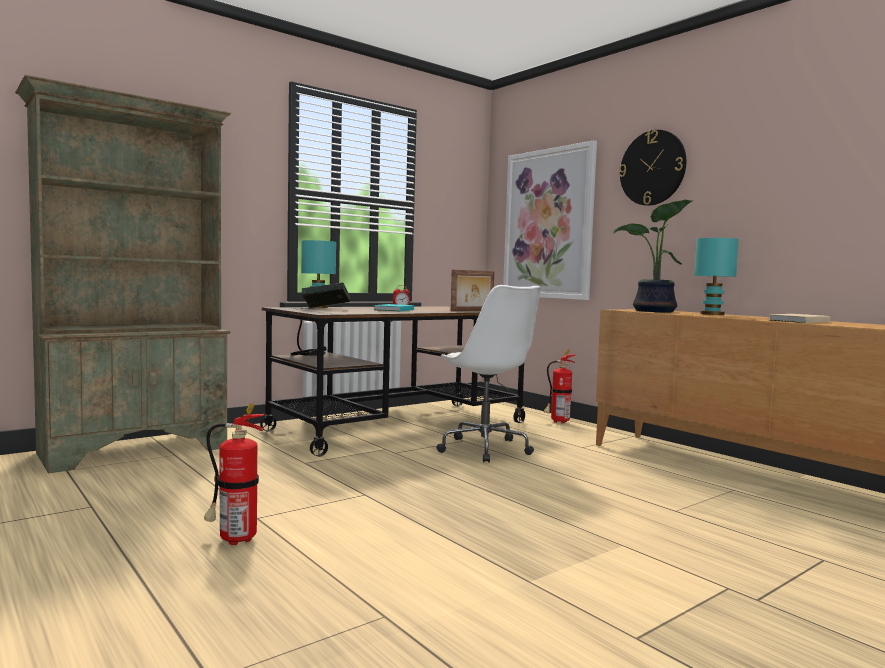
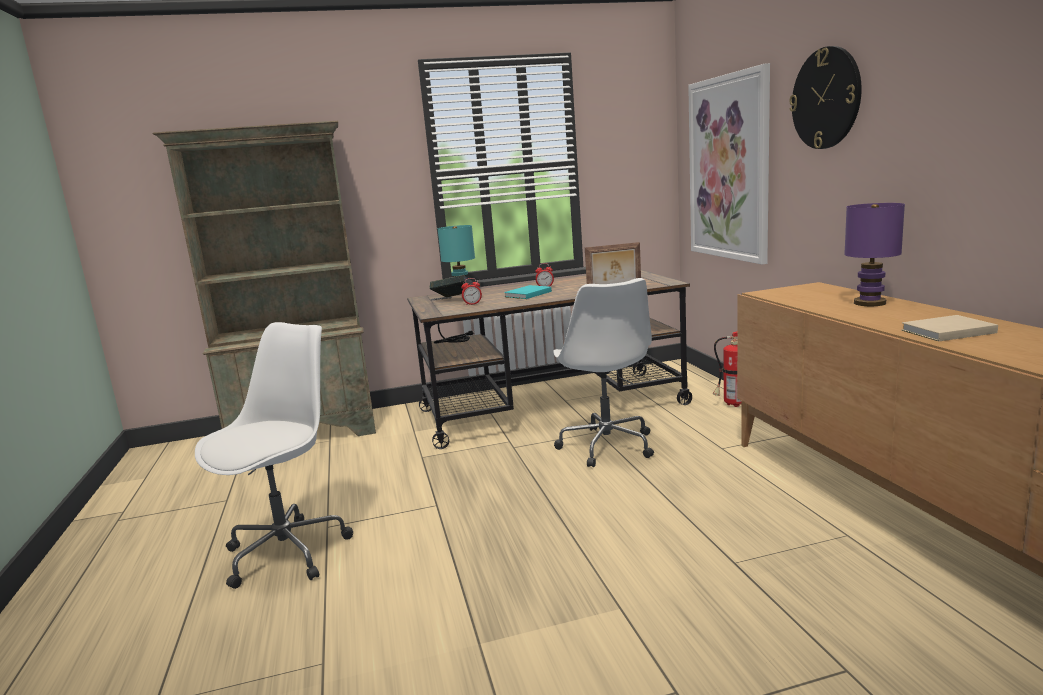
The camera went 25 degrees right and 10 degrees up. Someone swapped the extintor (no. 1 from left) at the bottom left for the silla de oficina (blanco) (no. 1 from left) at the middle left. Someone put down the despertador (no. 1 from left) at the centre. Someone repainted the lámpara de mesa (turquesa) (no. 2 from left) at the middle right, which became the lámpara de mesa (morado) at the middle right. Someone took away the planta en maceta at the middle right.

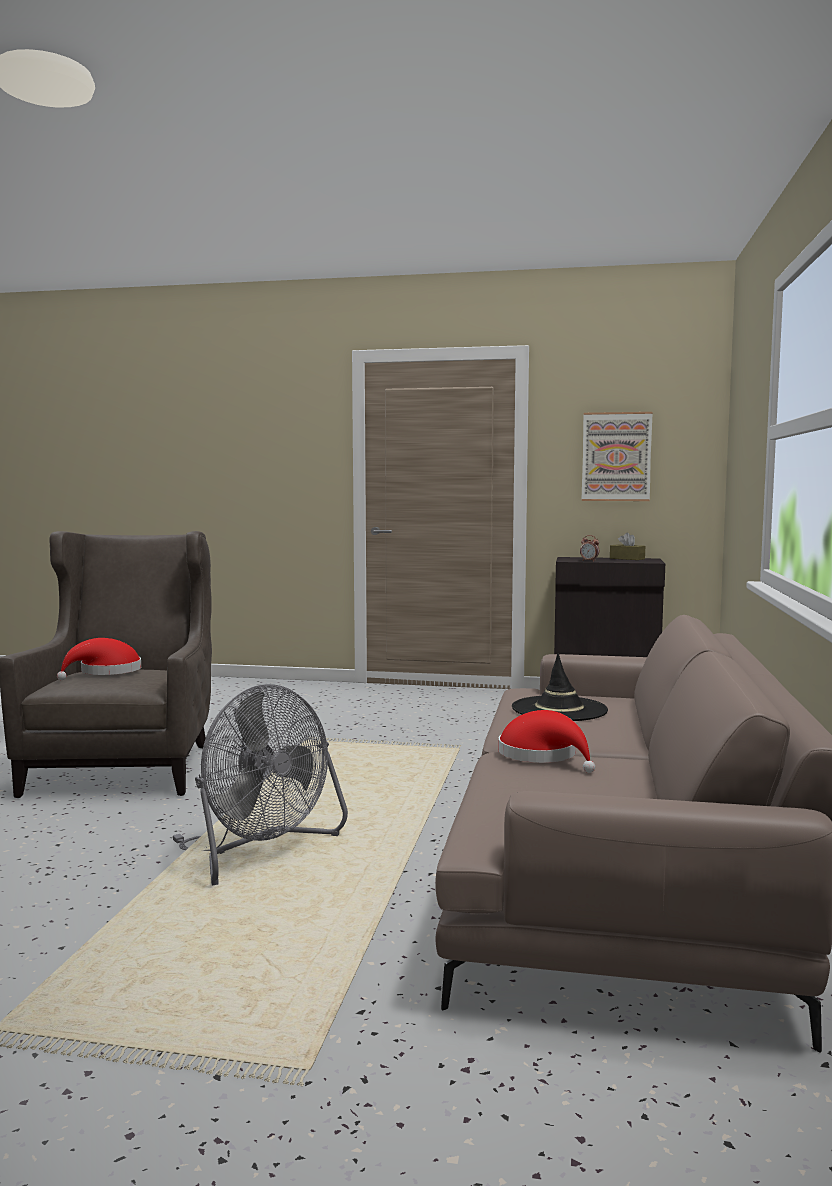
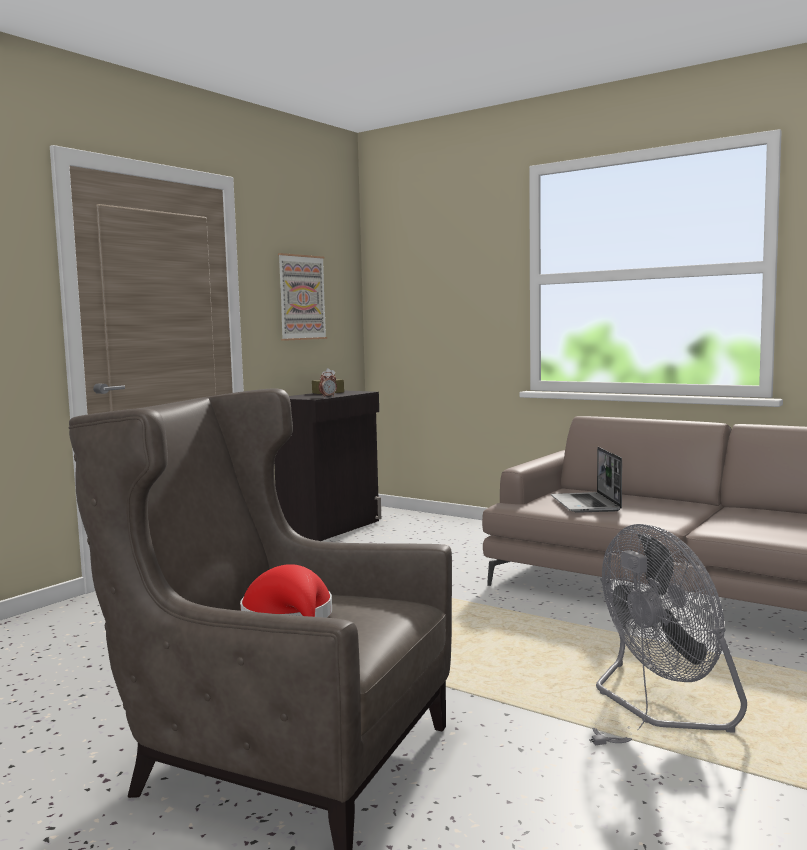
The camera went 65 degrees left and 0 degrees up. Someone swapped the sombrero (negro) at the middle right for the portátil at the middle right. Someone took away the sombrero (rojo) (no. 2 from left) at the centre.

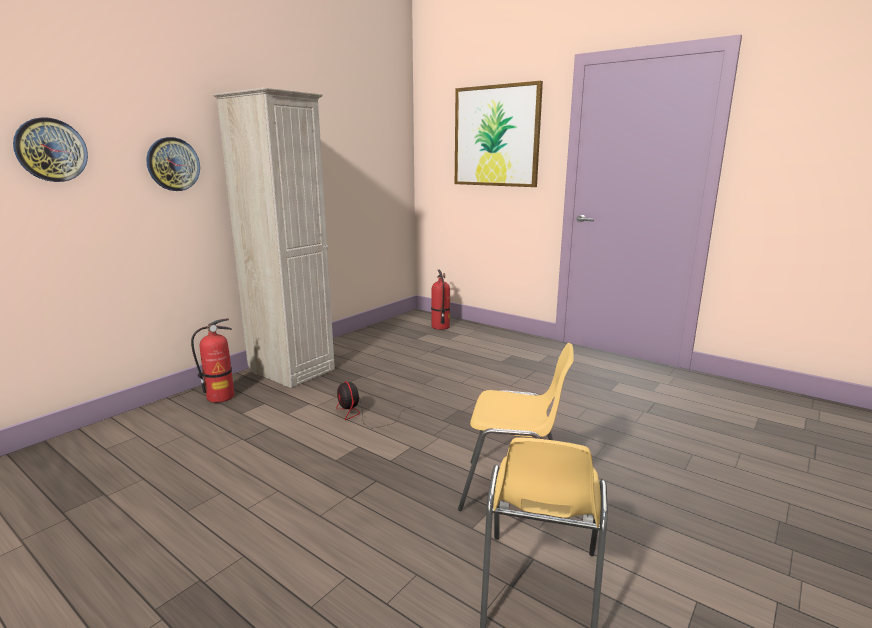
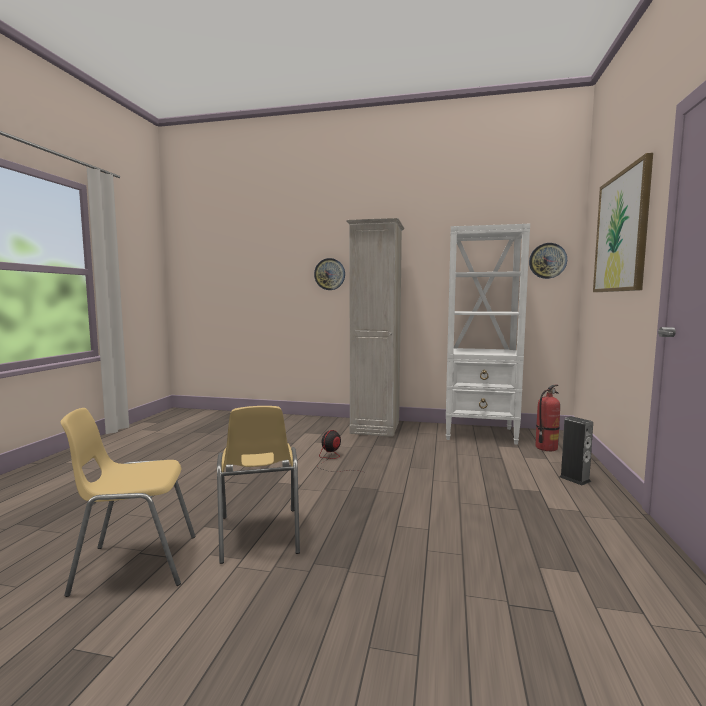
The camera went 65 degrees right and 10 degrees down. Someone put down the estantería (blanco) at the middle right. Someone carried the reloj de pared (no. 1 from left in the first image) from the top left to the middle right. Someone put down the altavoz at the middle right. Someone took away the extintor (no. 1 from left) at the middle left.

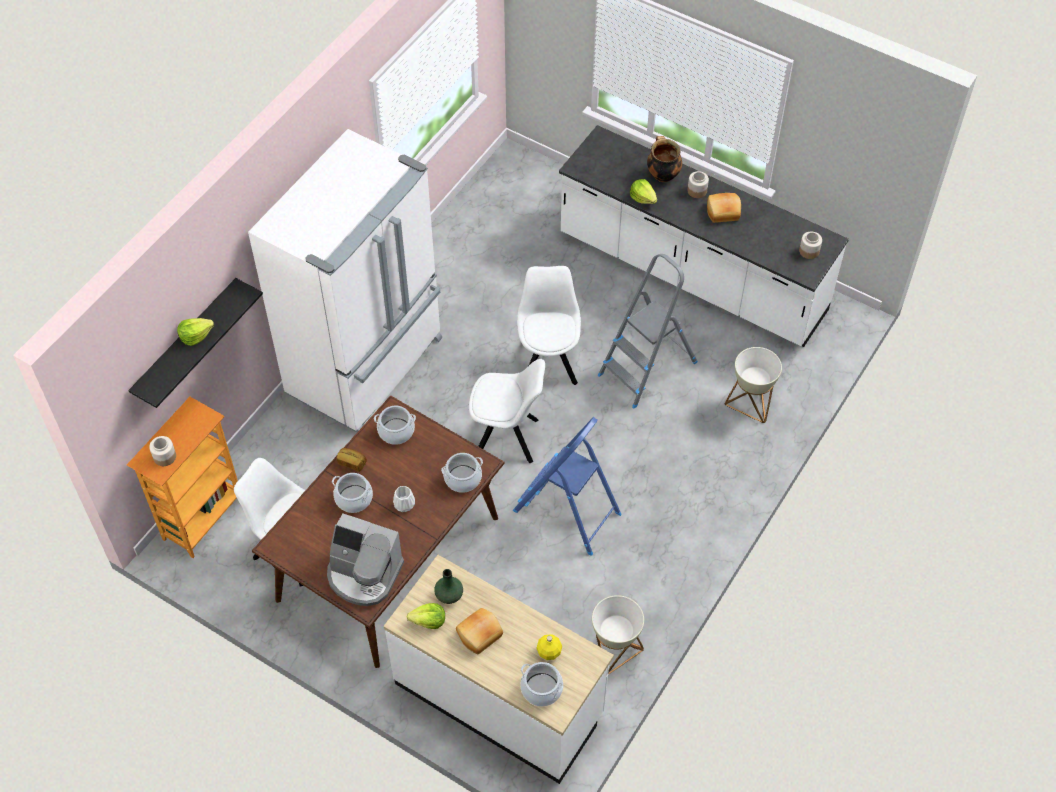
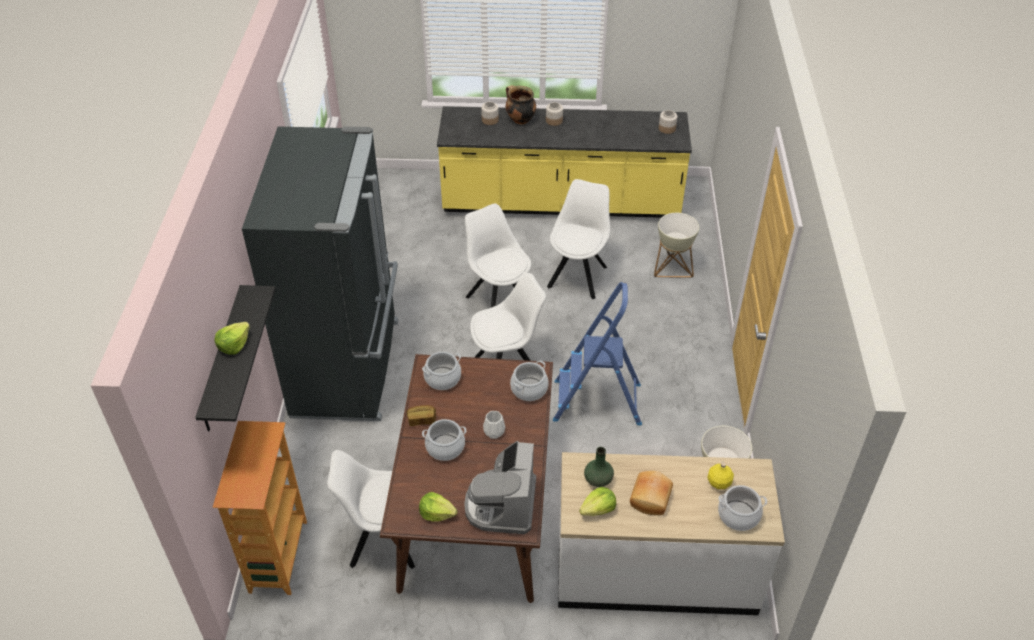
The camera went 30 degrees left and 10 degrees down. Someone repainted the nevera (blanco) at the middle left, which became the nevera (negro) at the middle left. Someone carried the lechuga (no. 3 from left in the first image) from the top centre to the bottom centre. Someone repainted the mueble bajo de cocina (blanco) (no. 2 from left) at the top right, which became the mueble bajo de cocina (amarillo) at the top centre. Someone rotated the cafetera at the bottom centre by 105 degrees clockwise. Someone carried the tarro (no. 1 from left) from the middle left to the top centre. Someone swapped the escalera de tijera (gris) at the centre for the silla (blanco) (no. 4 from left) at the centre. Someone took away the pan (no. 3 from left) at the top right.

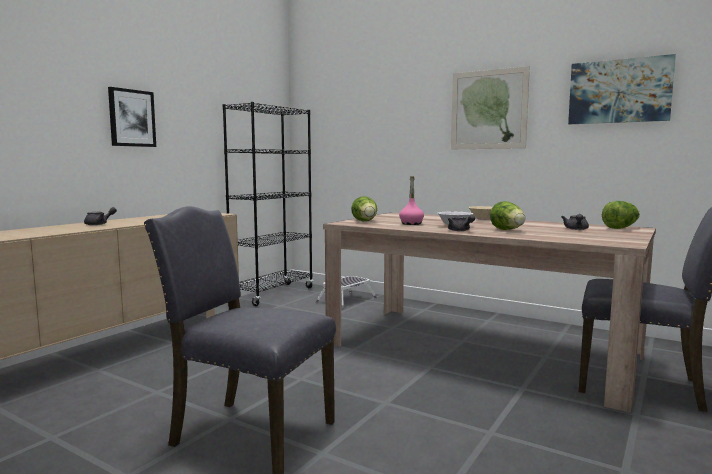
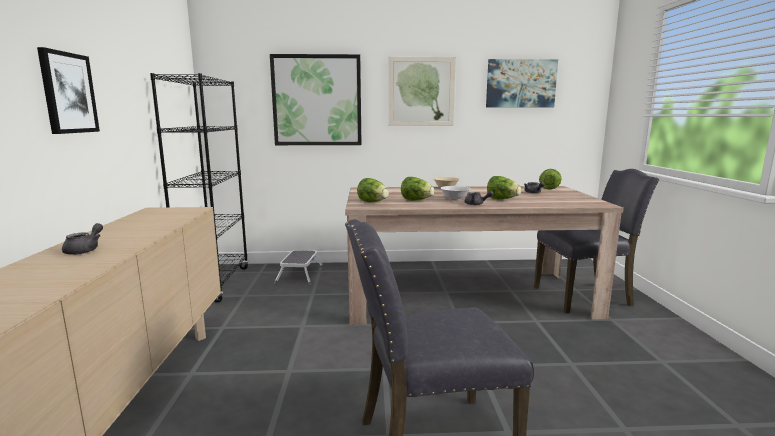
The camera went 35 degrees left and 5 degrees up. Someone put up the cuadro (no. 2 from left) at the top centre. Someone swapped the botella (rosa) at the centre for the lechuga (no. 2 from left) at the centre.

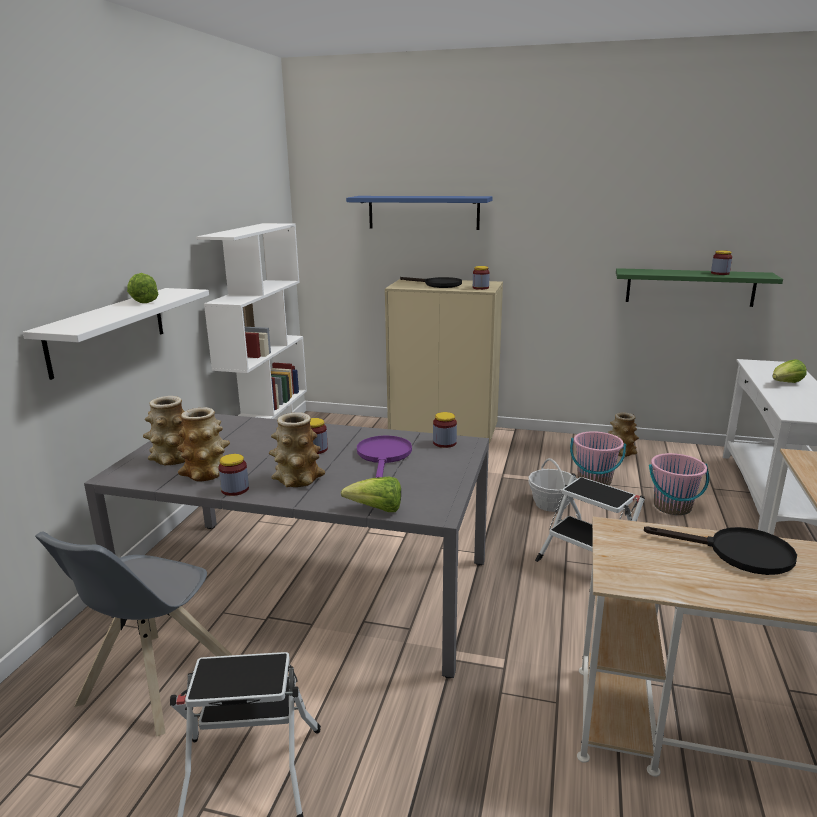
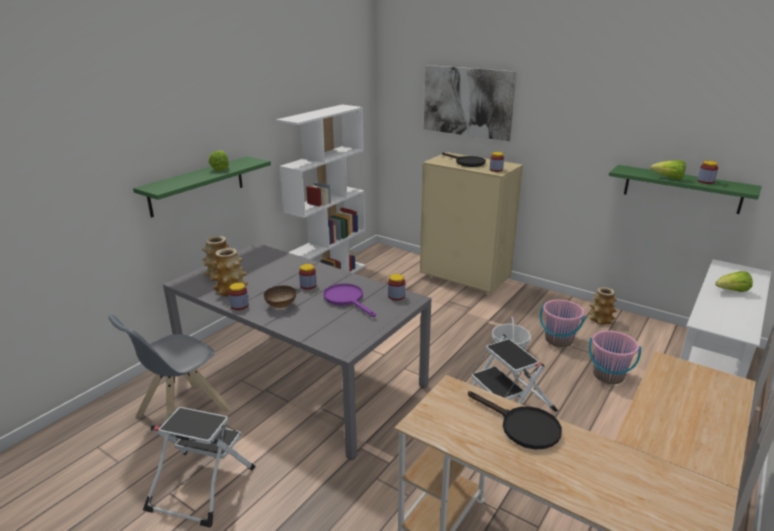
The camera went 20 degrees right and 5 degrees up. Someone repainted the estante (blanco) at the middle left, which became the estante (verde) (no. 1 from left) at the middle left. Someone swapped the florero (no. 3 from left) at the centre for the cuenco at the centre. Someone rotated the sartén (morado) at the centre by 60 degrees counterclockwise. Someone swapped the estante (azul) at the top centre for the cuadro at the top centre. Someone carried the lechuga (no. 2 from left) from the centre to the top right.

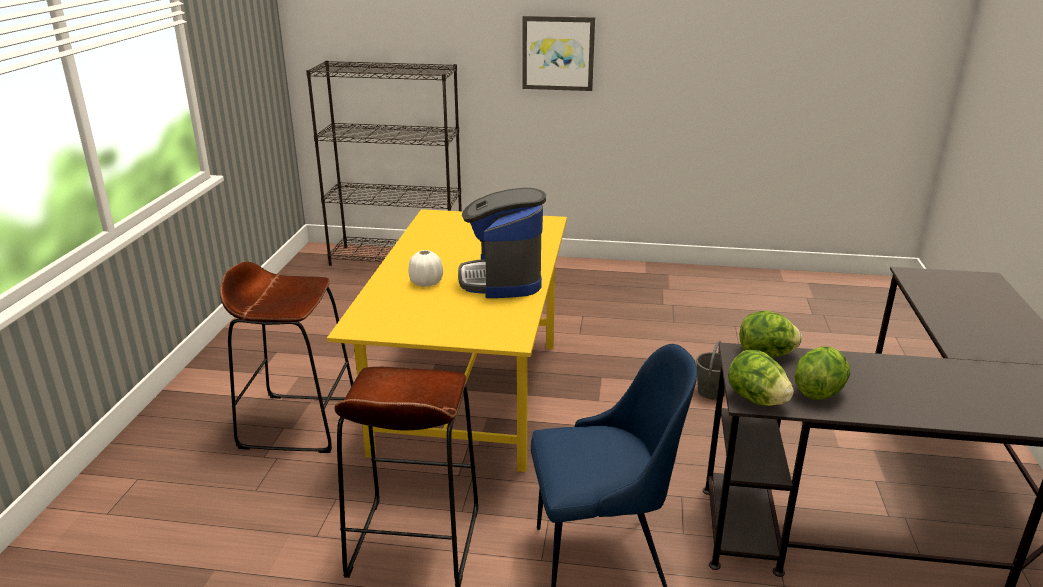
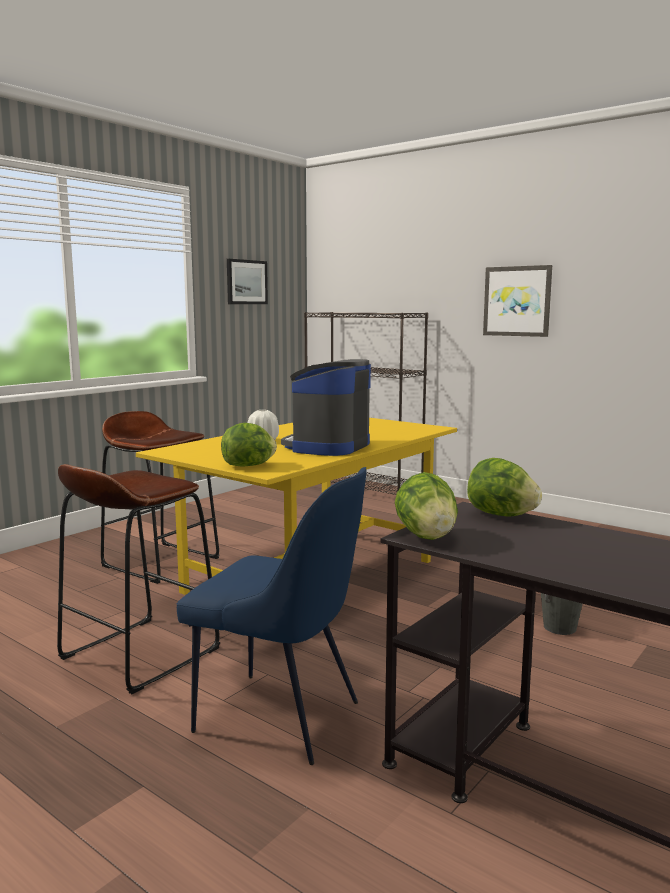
The camera went 30 degrees right and 15 degrees down. Someone carried the lechuga (no. 3 from left in the first image) from the middle right to the centre. Someone put up the cuadro (no. 1 from left) at the top centre.

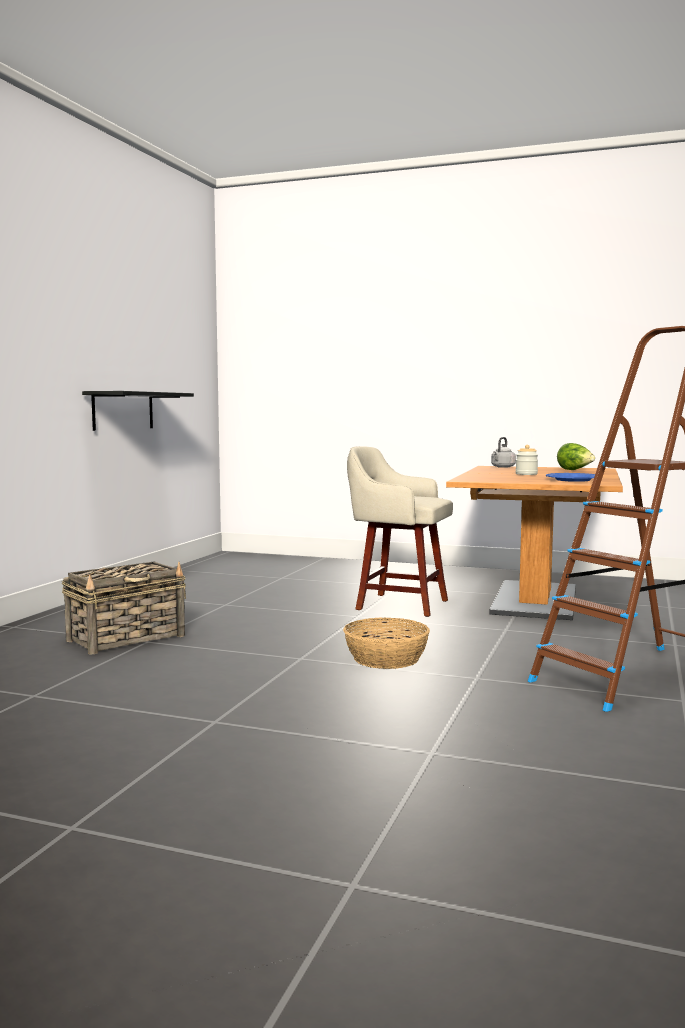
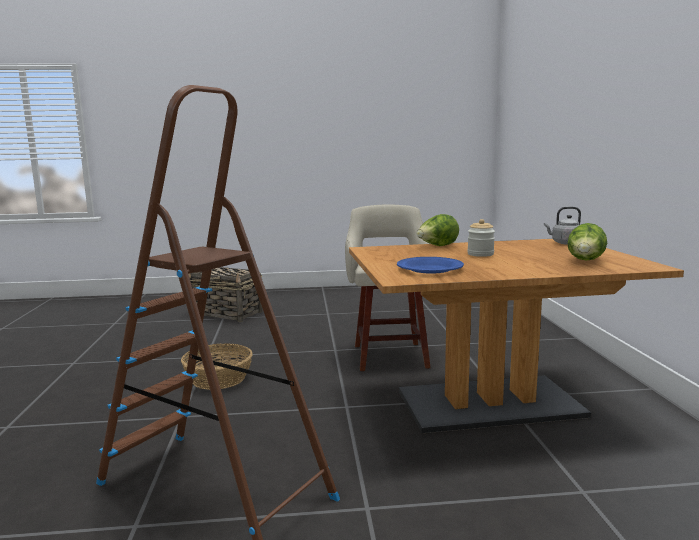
The camera went 65 degrees right and 5 degrees up. Someone put down the lechuga (no. 1 from left) at the centre. Someone took away the estante (negro) at the middle left.

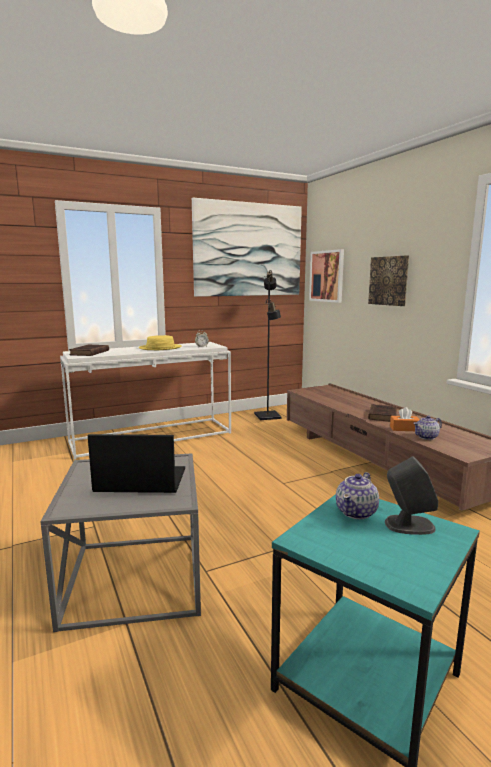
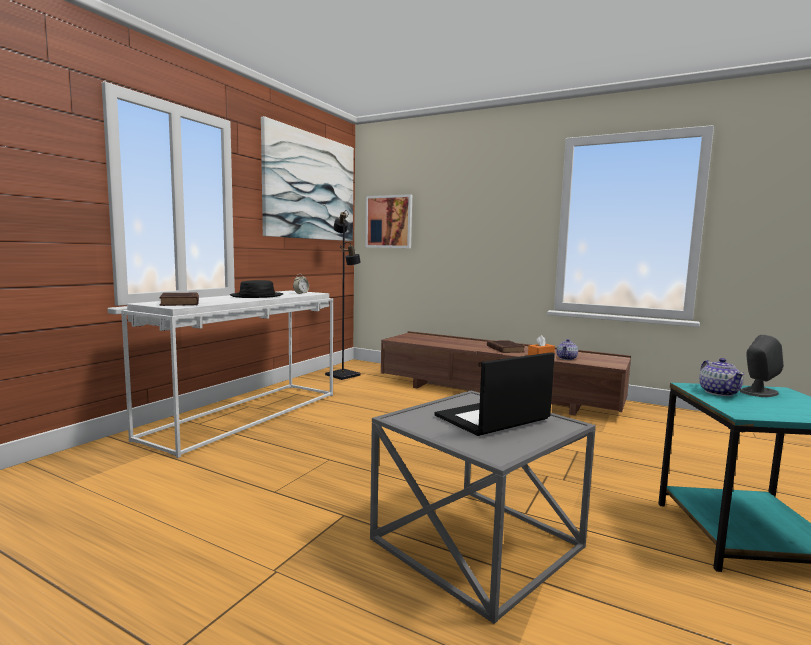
The camera went 35 degrees left and 5 degrees down. Someone repainted the sombrero (amarillo) at the middle left, which became the sombrero (negro) at the middle left. Someone took away the cuadro (no. 3 from left) at the middle right.

